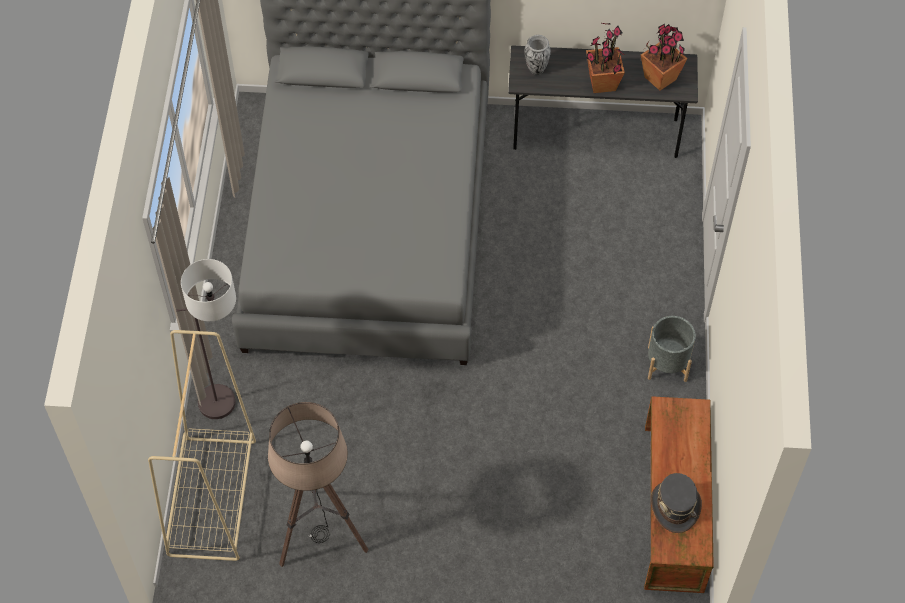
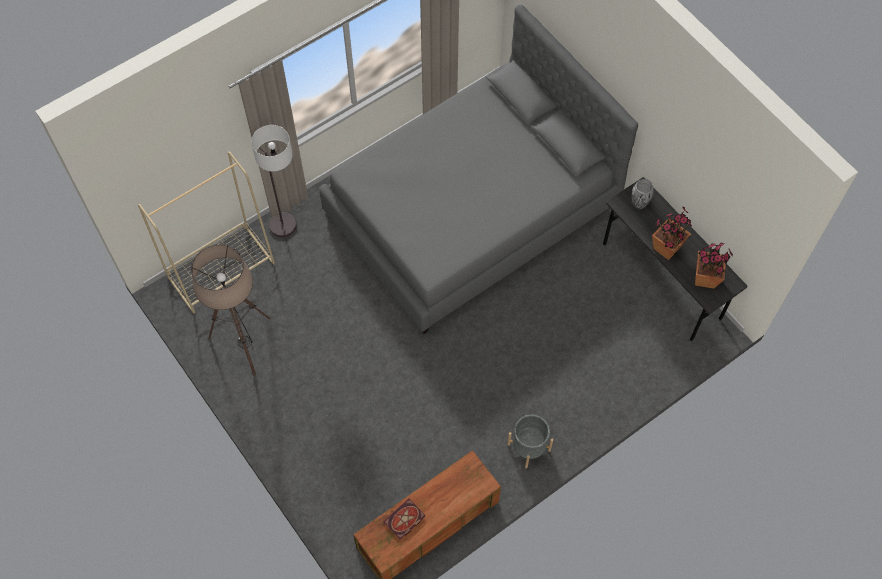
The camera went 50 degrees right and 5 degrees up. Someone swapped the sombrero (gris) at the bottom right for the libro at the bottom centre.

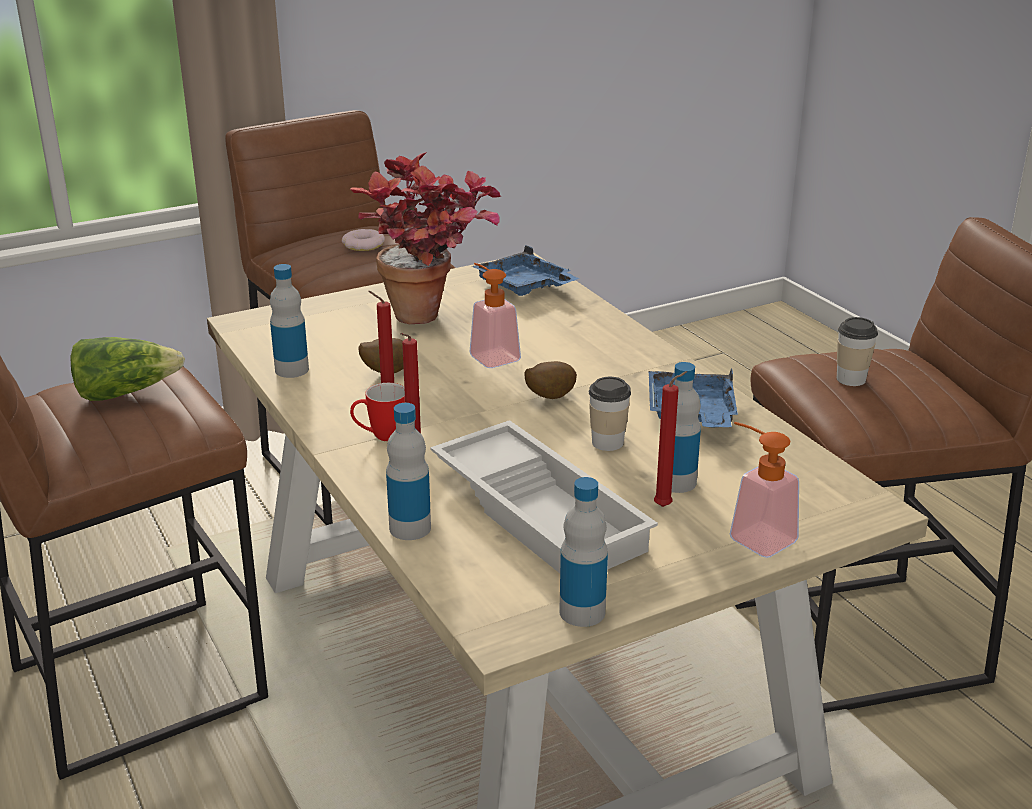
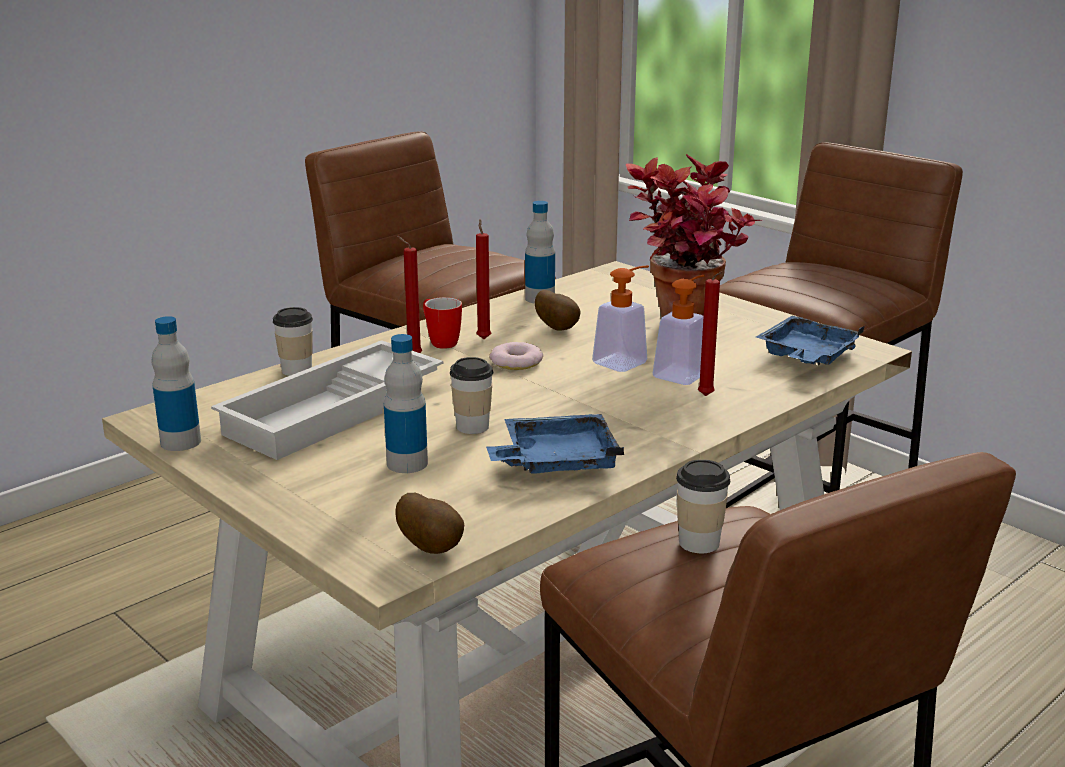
The camera went 75 degrees right and 5 degrees down. Someone swapped the botella (no. 2 from left) at the centre for the taza (no. 1 from left) at the middle left. Someone carried the patata (no. 2 from left in the first image) from the centre to the bottom centre. Someone carried the rosquilla from the top centre to the centre. Someone carried the dispensador de jabón (no. 2 from left) from the middle right to the centre. Someone carried the vela (rojo) (no. 3 from left) from the centre to the middle right. Someone took away the lechuga at the middle left.

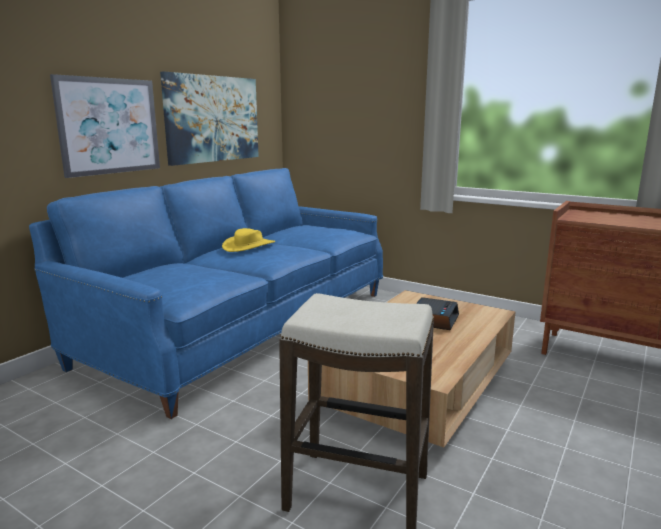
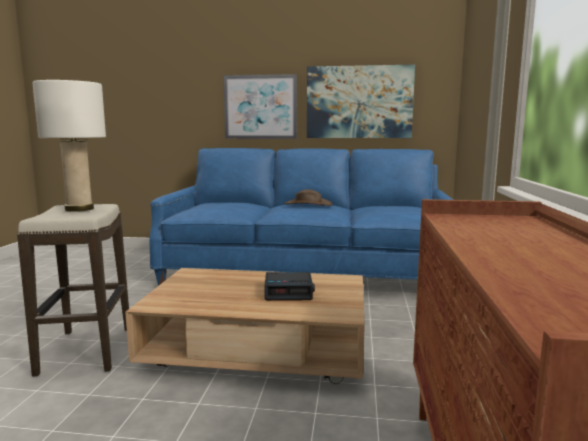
The camera went 65 degrees right and 5 degrees down. Someone put down the lámpara de mesa (blanco) at the top left. Someone repainted the sombrero (amarillo) at the centre, which became the sombrero (marrón) at the centre.

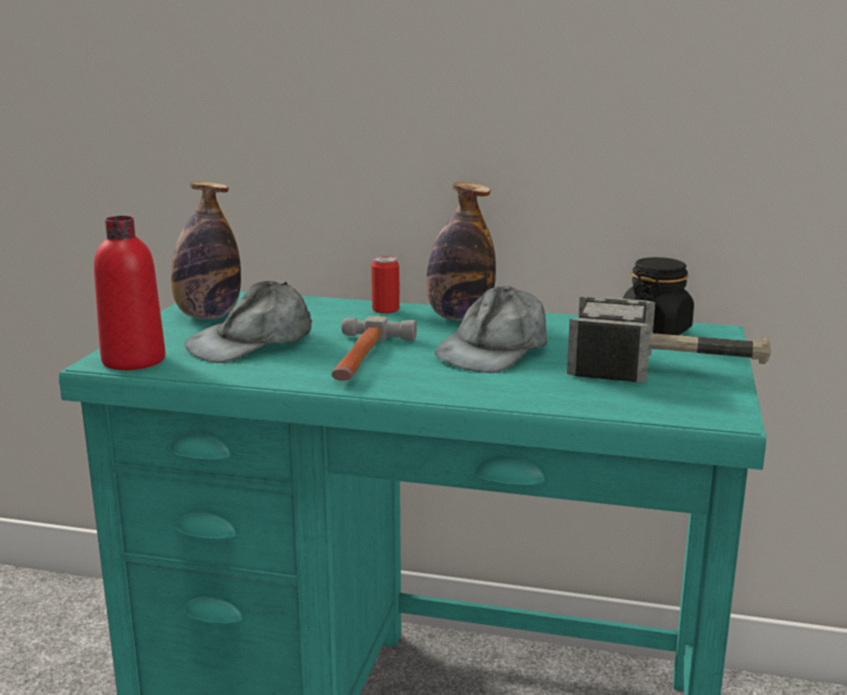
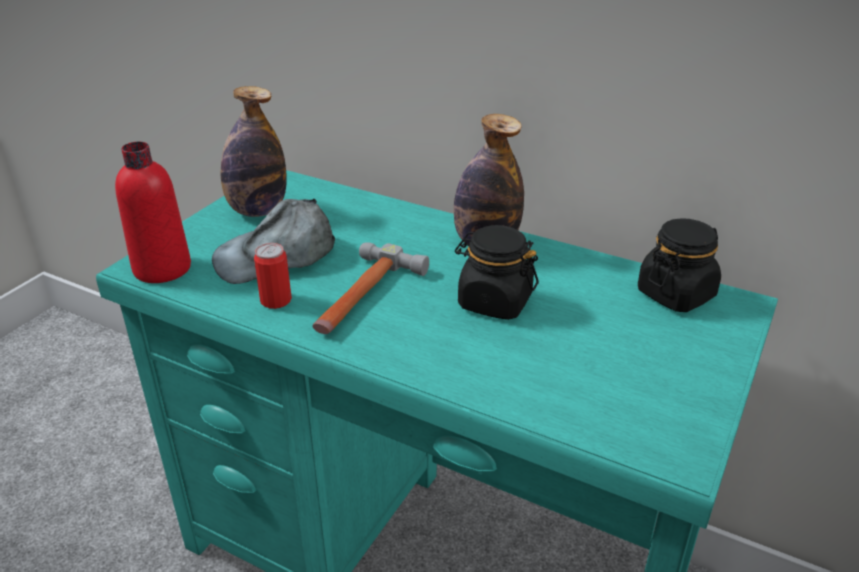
The camera went 15 degrees right and 15 degrees up. Someone carried the lata from the centre to the middle left. Someone swapped the gorra (gris) (no. 2 from left) at the centre for the tarro (negro) (no. 1 from left) at the centre. Someone took away the martillo (no. 2 from left) at the middle right.

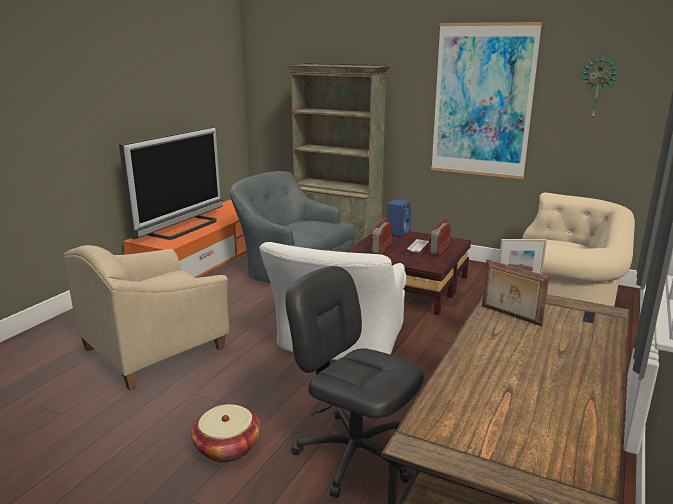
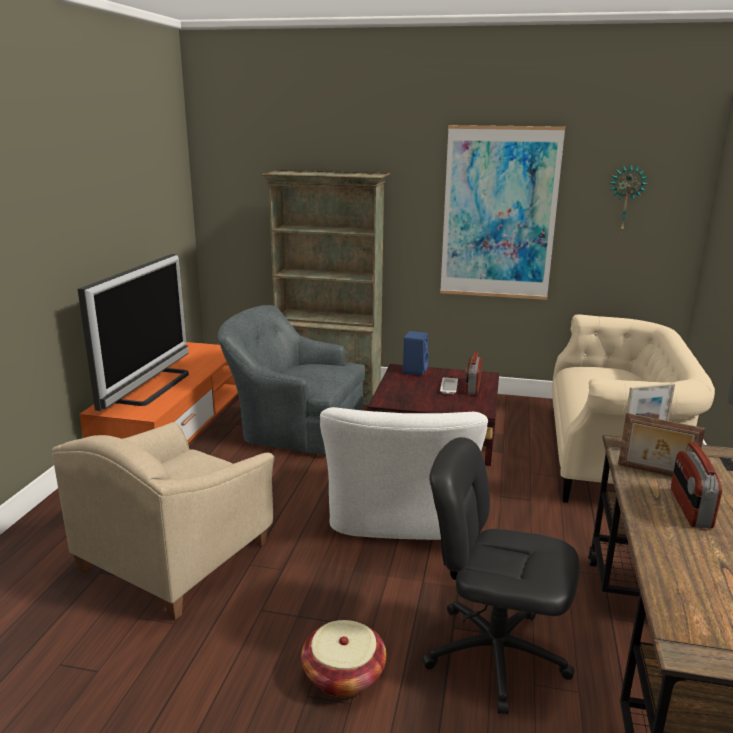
The camera went 15 degrees left and 0 degrees up. Someone carried the radio (no. 1 from left in the first image) from the centre to the middle right.

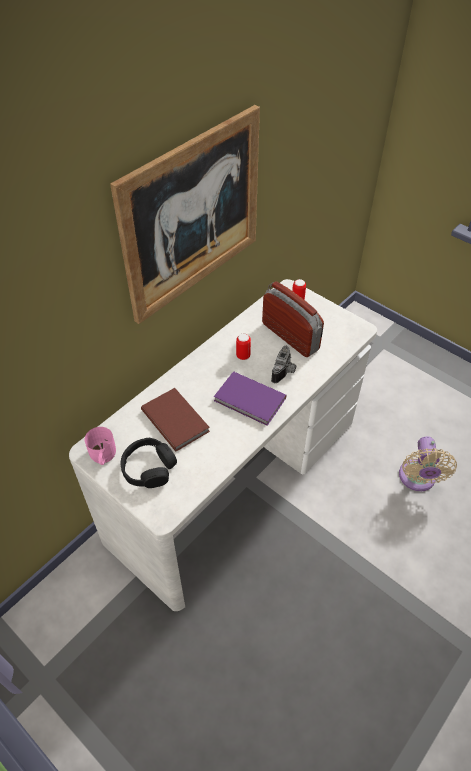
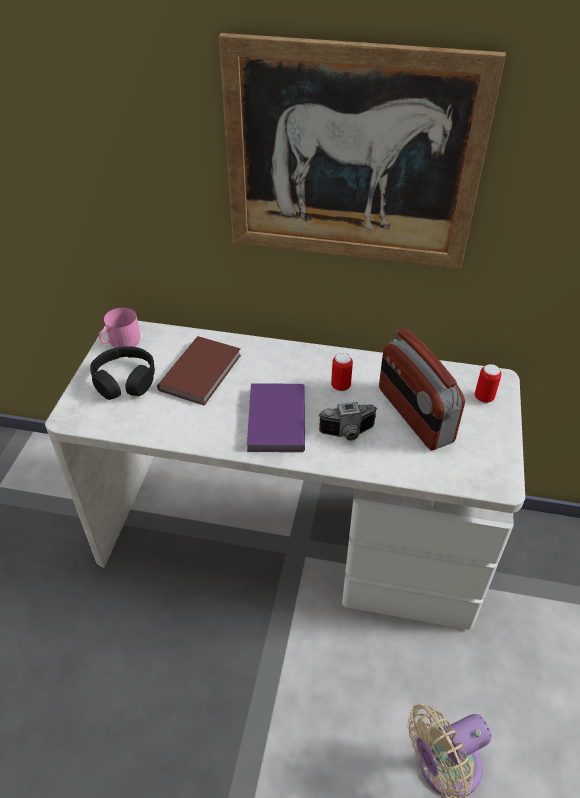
The camera went 60 degrees right and 5 degrees down. Someone rotated the radio at the centre by 135 degrees clockwise.

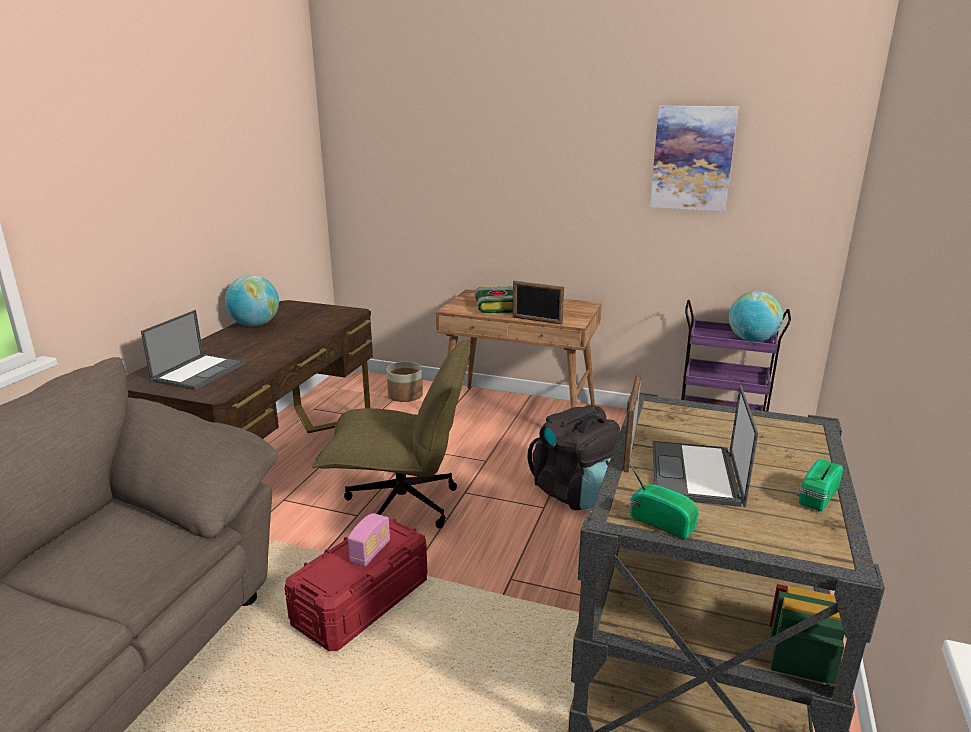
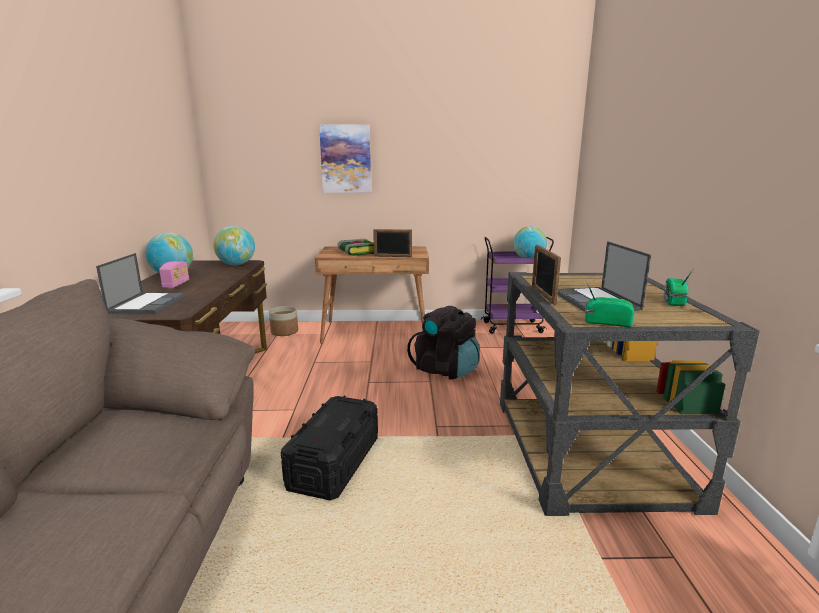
The camera went 20 degrees left and 5 degrees down. Someone carried the radio (no. 1 from left) from the bottom centre to the middle left. Someone put down the globo terráqueo (no. 2 from left) at the middle left. Someone repainted the caja de almacenaje (rojo) at the bottom centre, which became the caja de almacenaje (negro) at the bottom centre. Someone carried the cuadro from the top right to the top centre. Someone took away the silla de oficina (beis) at the centre.

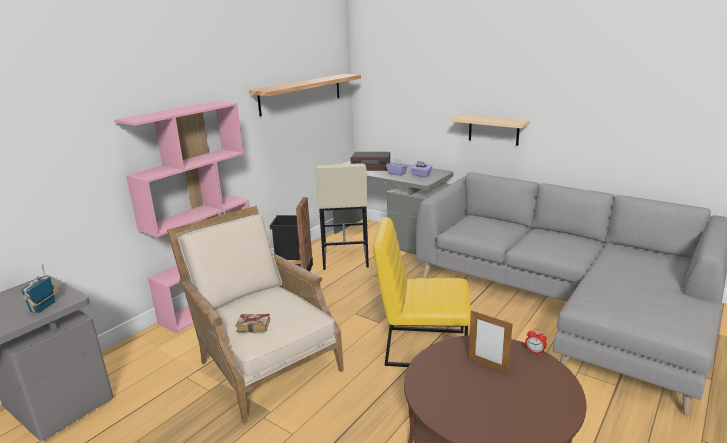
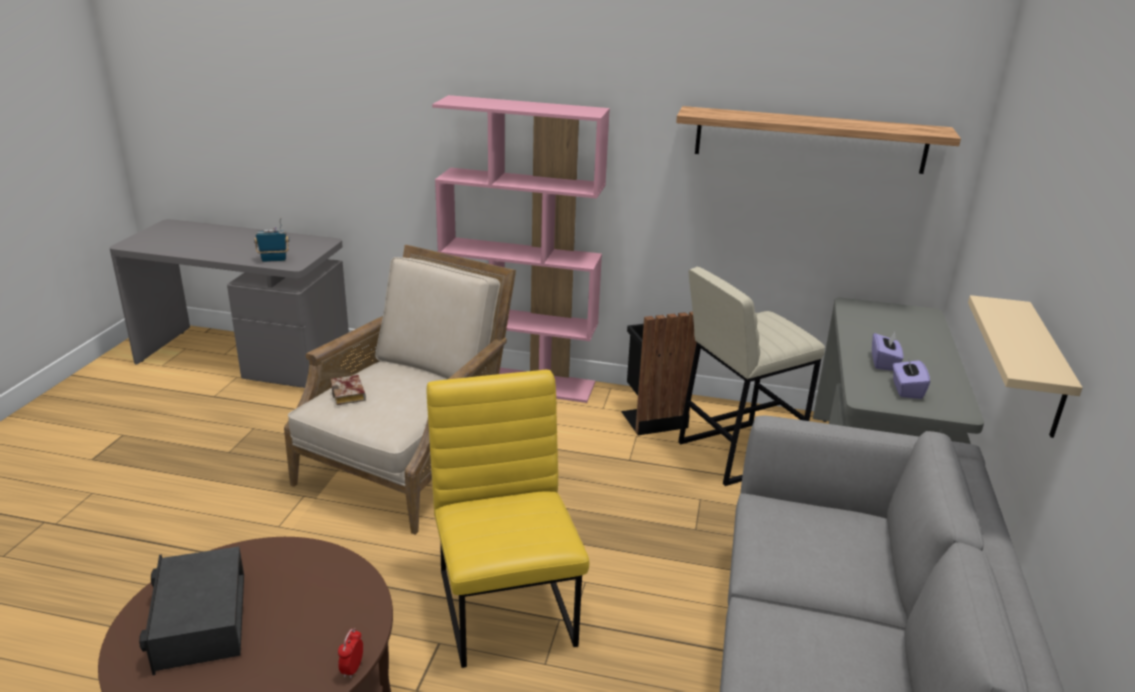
The camera went 65 degrees right and 5 degrees up. Someone carried the radio (no. 2 from left in the first image) from the centre to the bottom left. Someone took away the portarretratos at the bottom right.

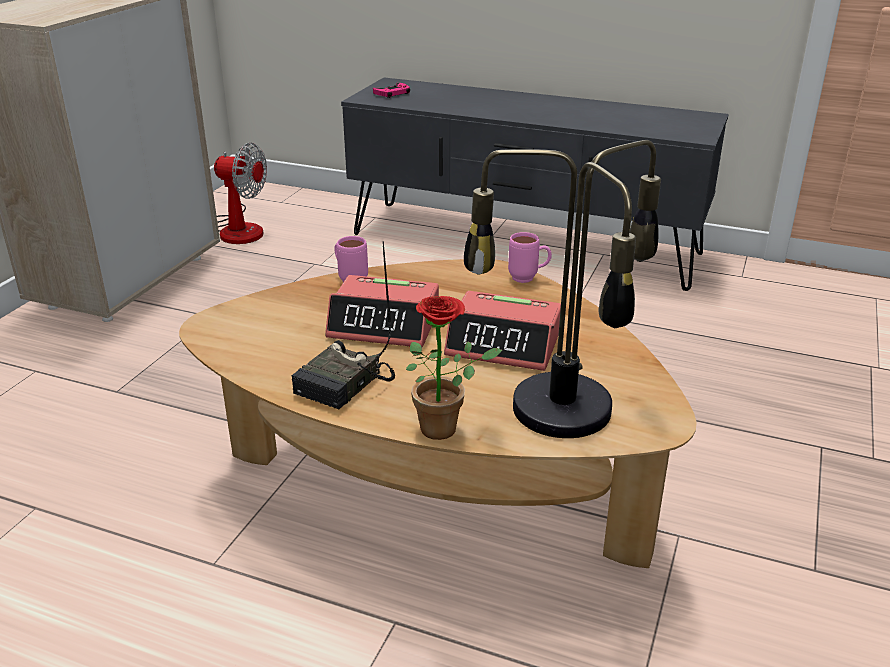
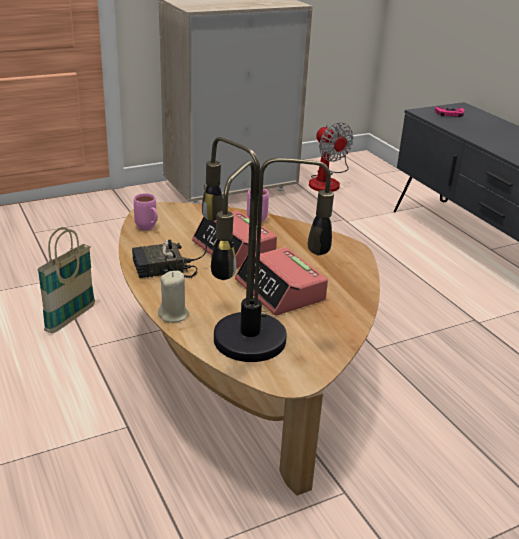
The camera went 40 degrees right and 0 degrees up. Someone put down the cesta at the middle left. Someone carried the taza grande (rosa) (no. 2 from left in the first image) from the centre to the middle left. Someone swapped the planta en maceta at the centre for the vela (beis) at the centre.

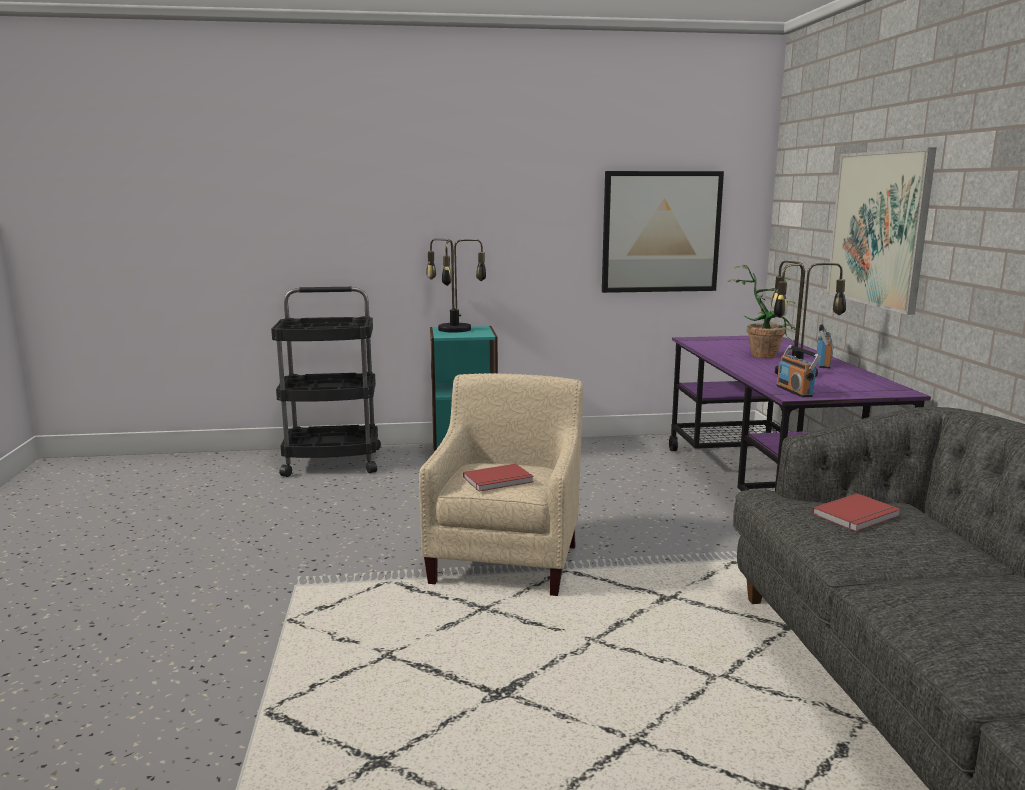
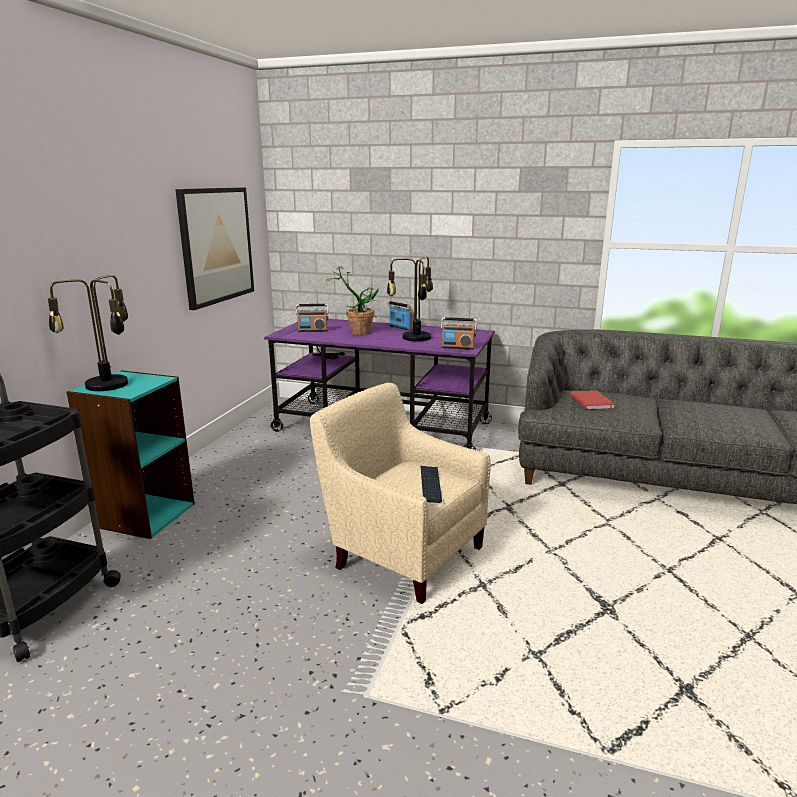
The camera went 65 degrees left and 5 degrees up. Someone put down the radio (no. 1 from left) at the centre. Someone swapped the libro (rojo) (no. 1 from left) at the centre for the teclado at the centre. Someone took away the cuadro (no. 2 from left) at the top right.

